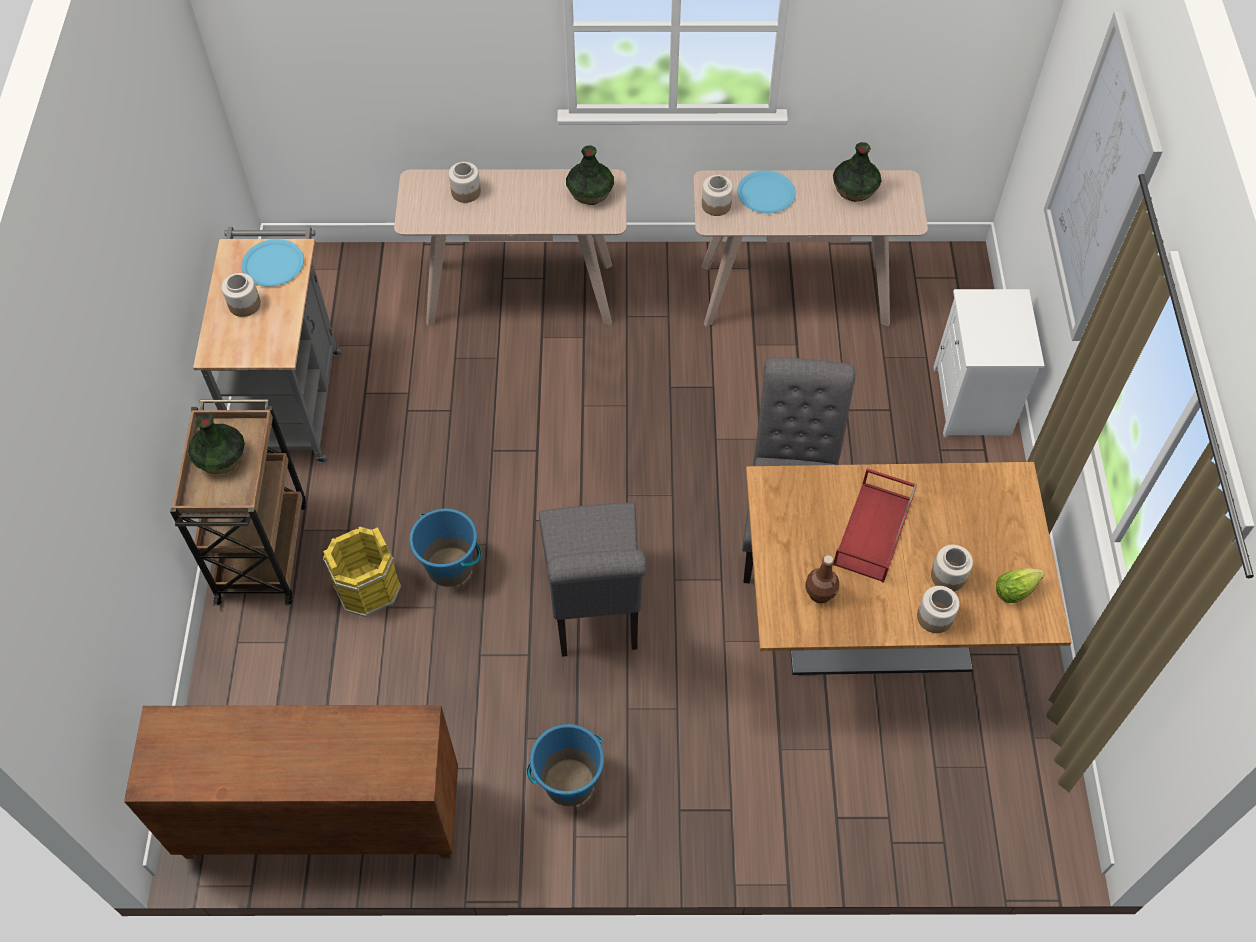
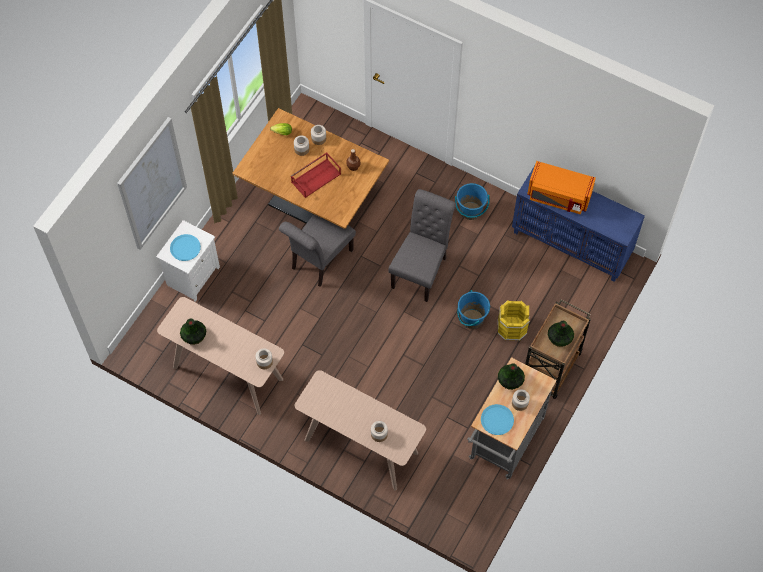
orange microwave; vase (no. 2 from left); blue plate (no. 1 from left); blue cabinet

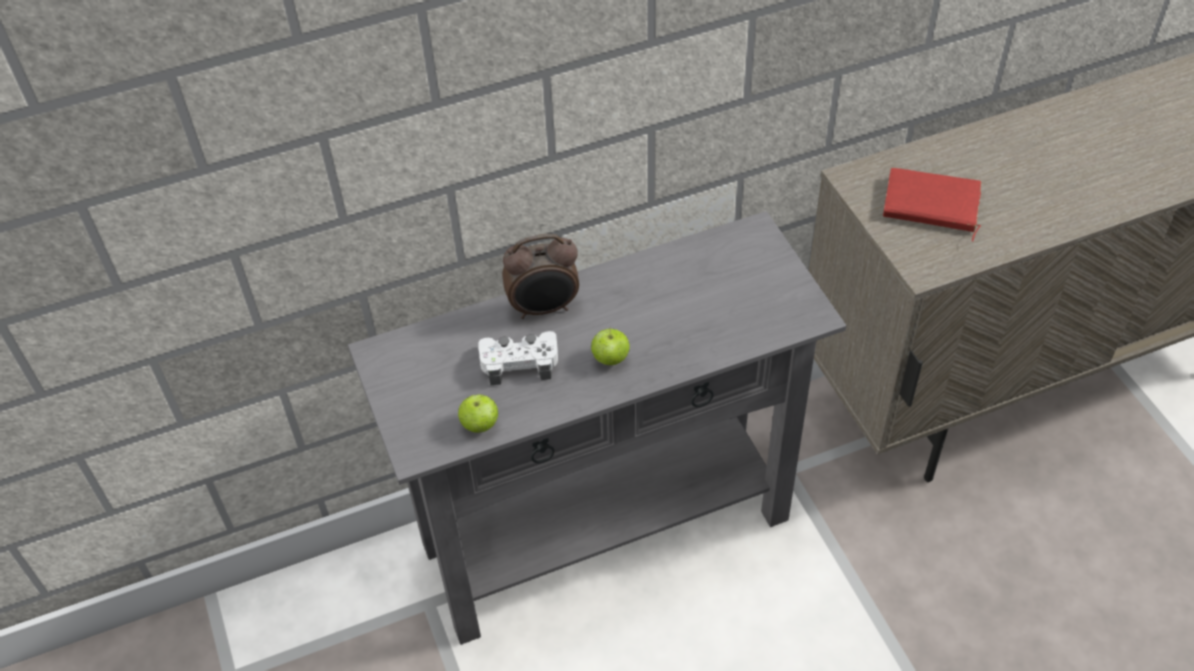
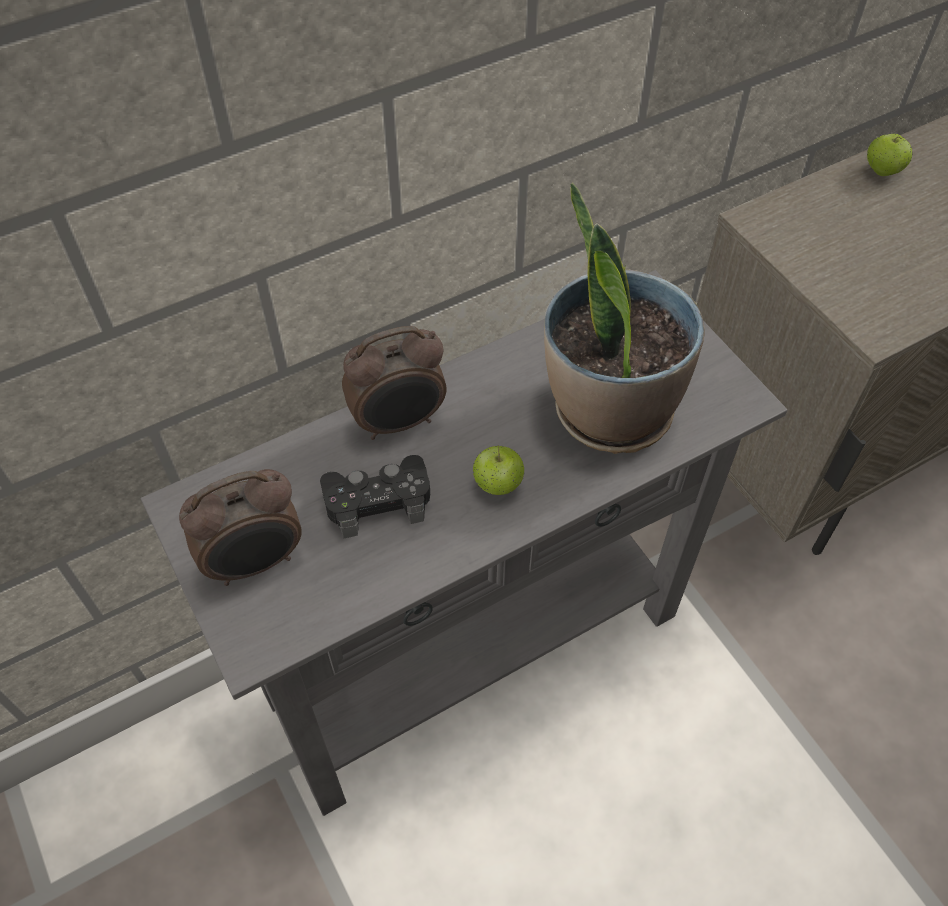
red book; alarm clock (no. 1 from left); potted plant; apple (no. 2 from left); black game controller

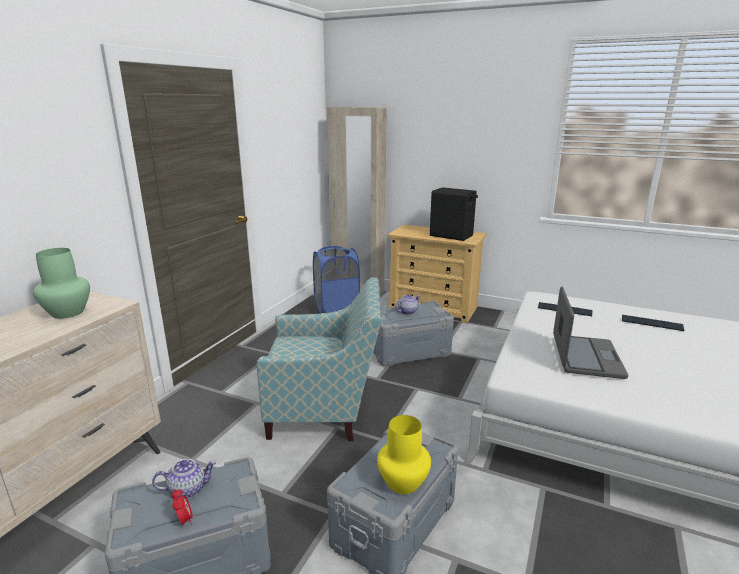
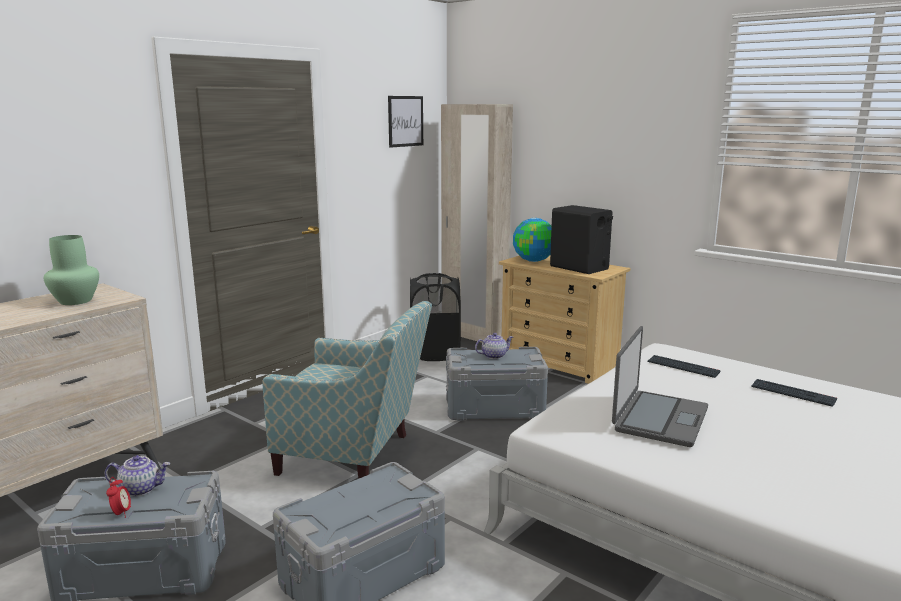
yellow vase; picture; globe; black laundry basket

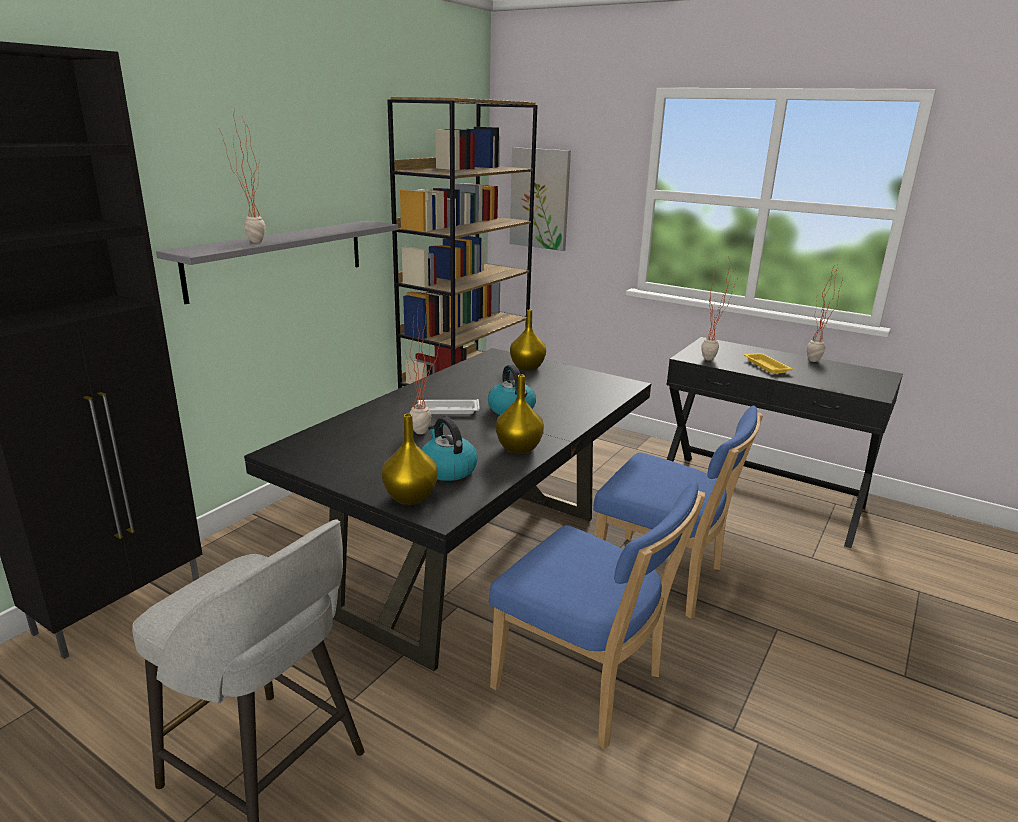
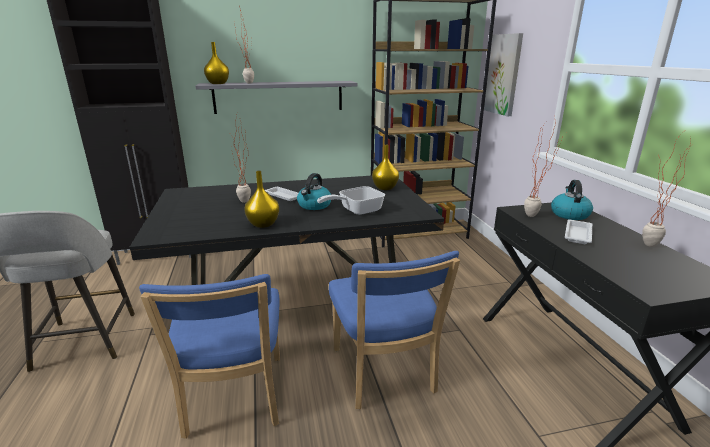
frying pan; yellow vase (no. 1 from left); kettle (no. 2 from left); white tray (no. 2 from left)

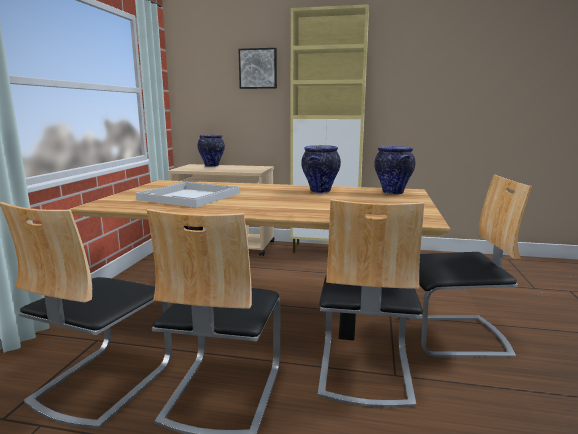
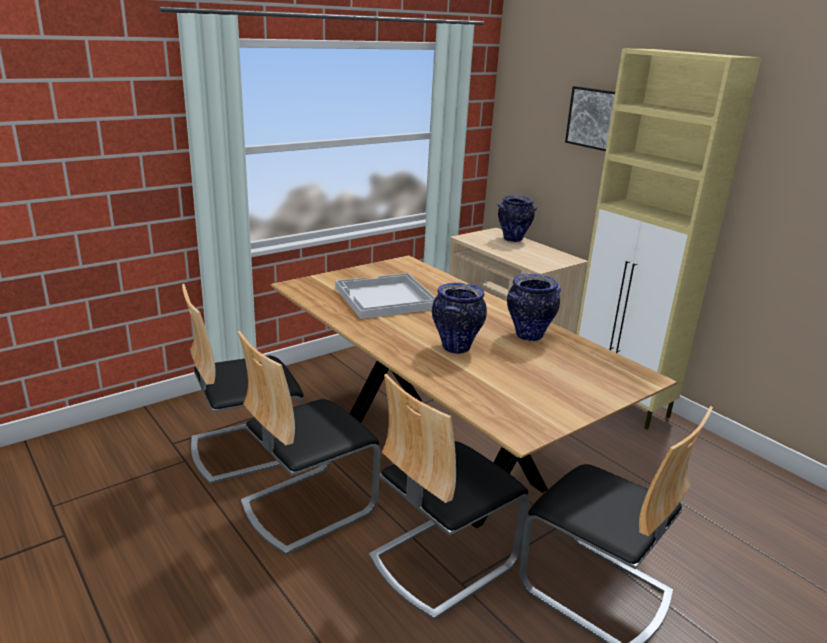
vase (no. 1 from left)

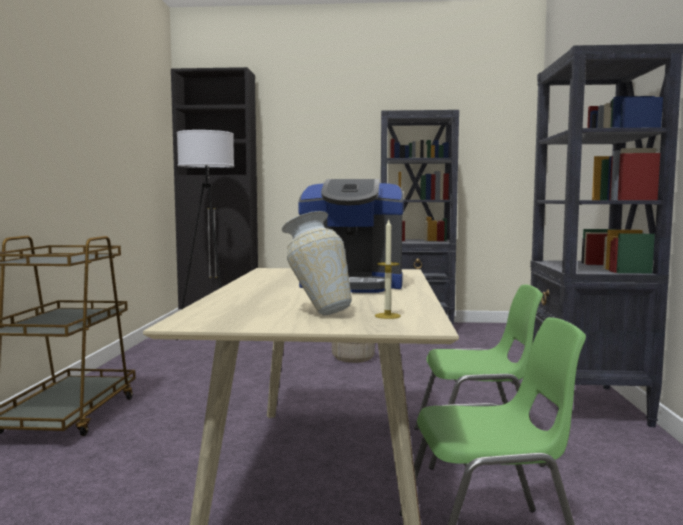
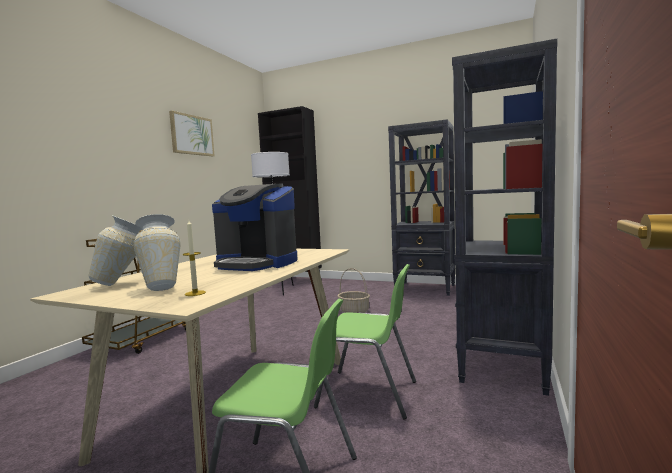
vase (no. 1 from left); picture

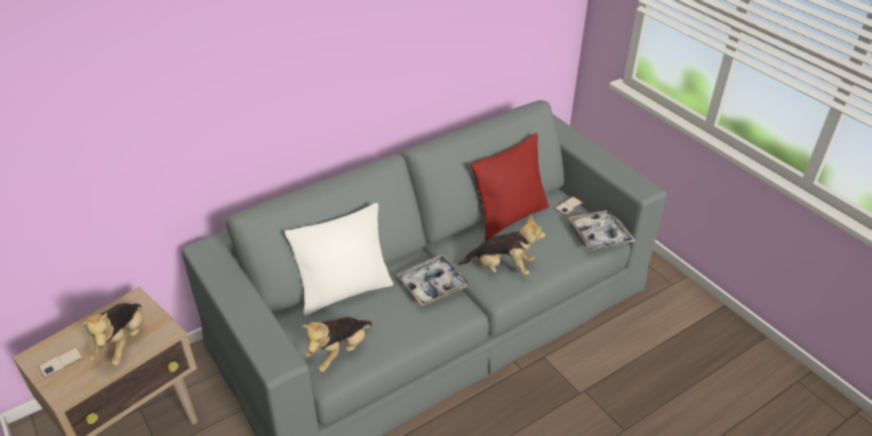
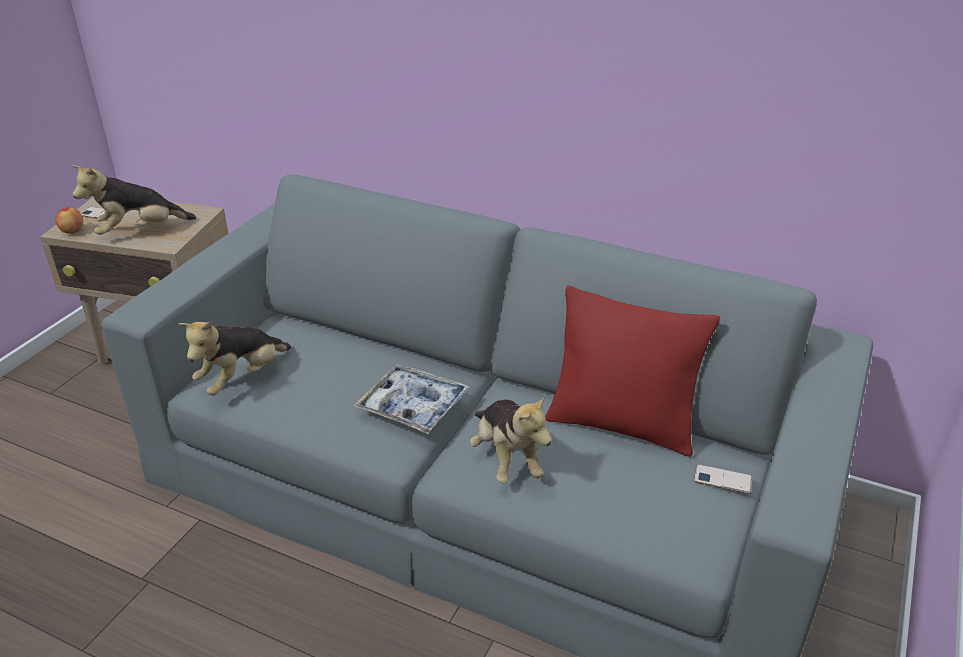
white pillow; tray (no. 2 from left in the first image); apple; plush toy (no. 2 from left)

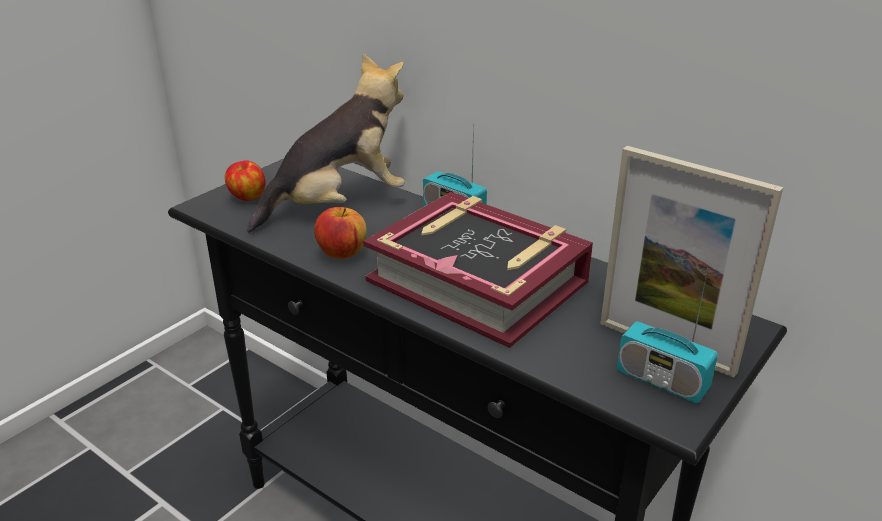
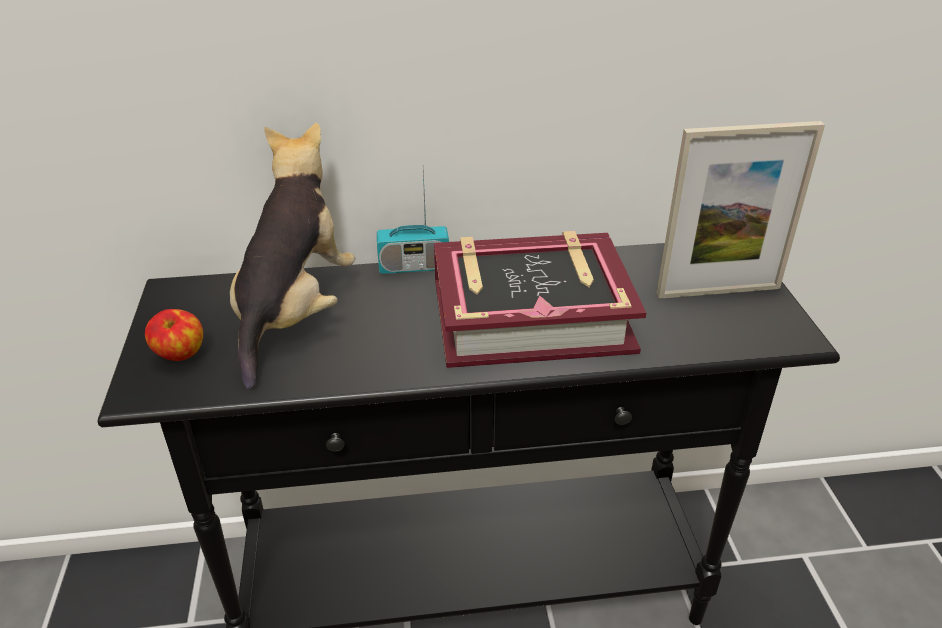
apple (no. 2 from left in the first image); radio (no. 2 from left in the first image)

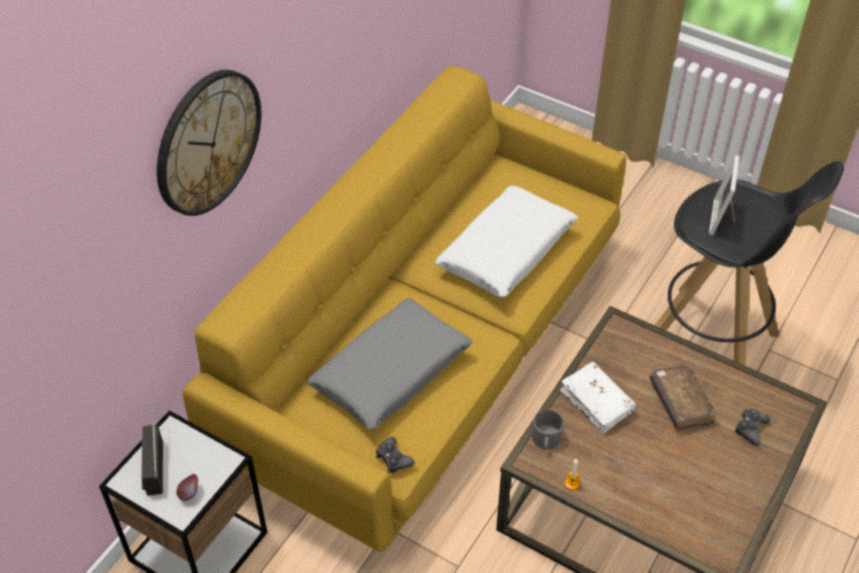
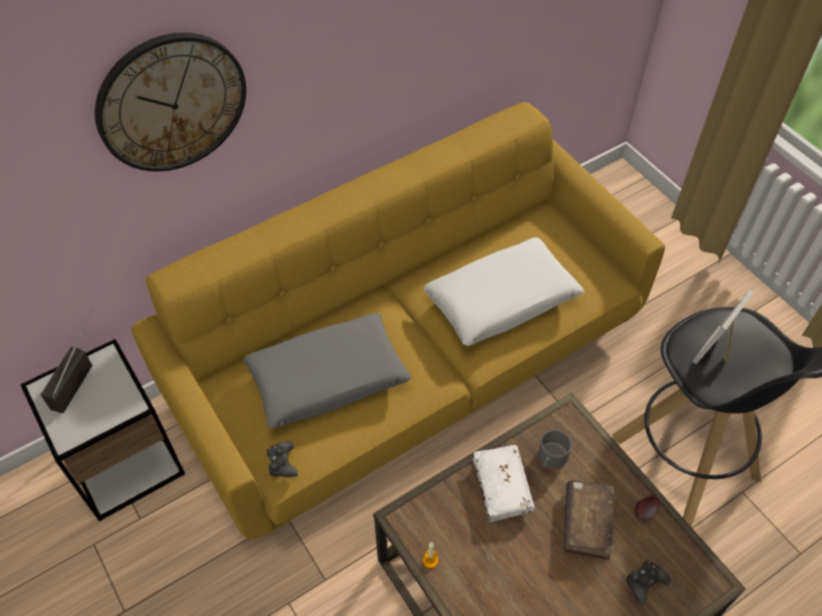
apple; grey mug

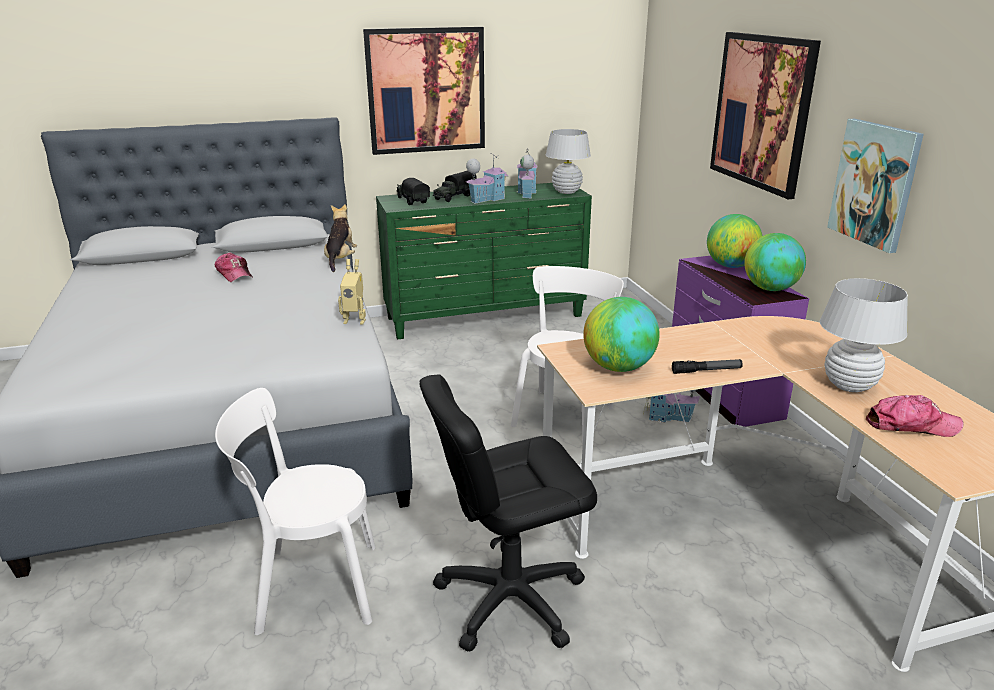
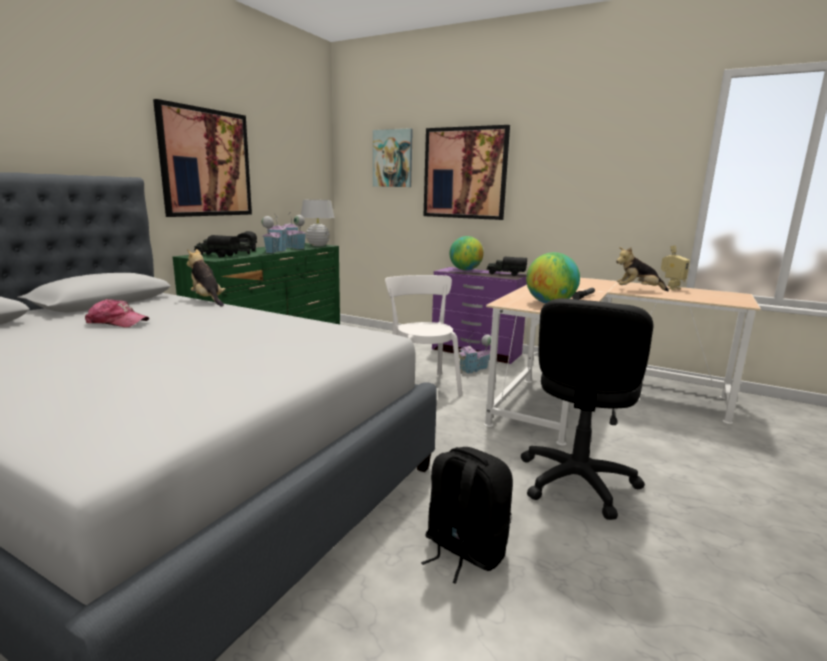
cap (no. 2 from left in the first image); toy robot; picture (no. 2 from left); black backpack; toy truck (no. 3 from left); plush toy (no. 2 from left)

